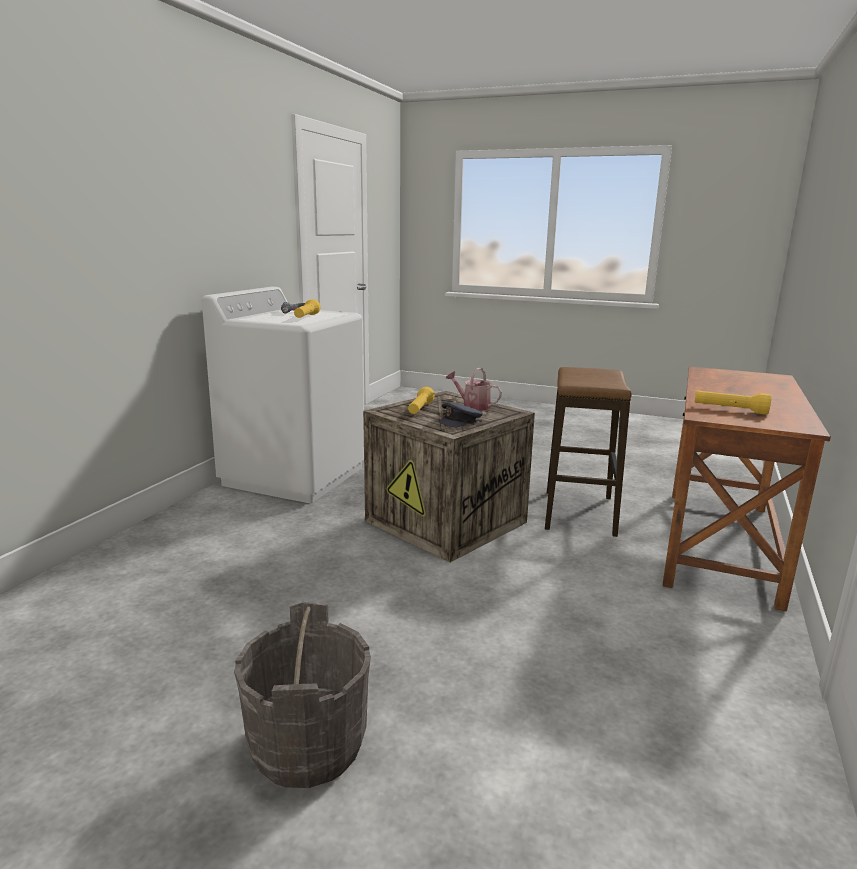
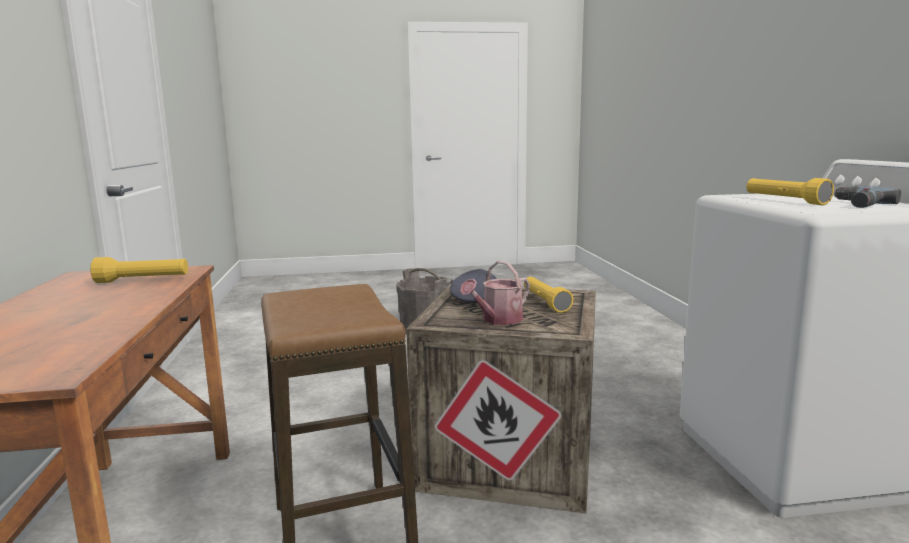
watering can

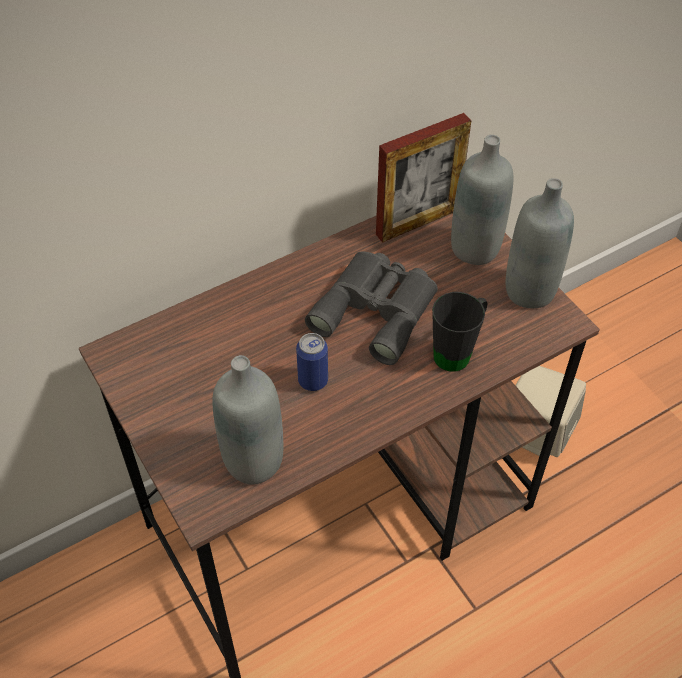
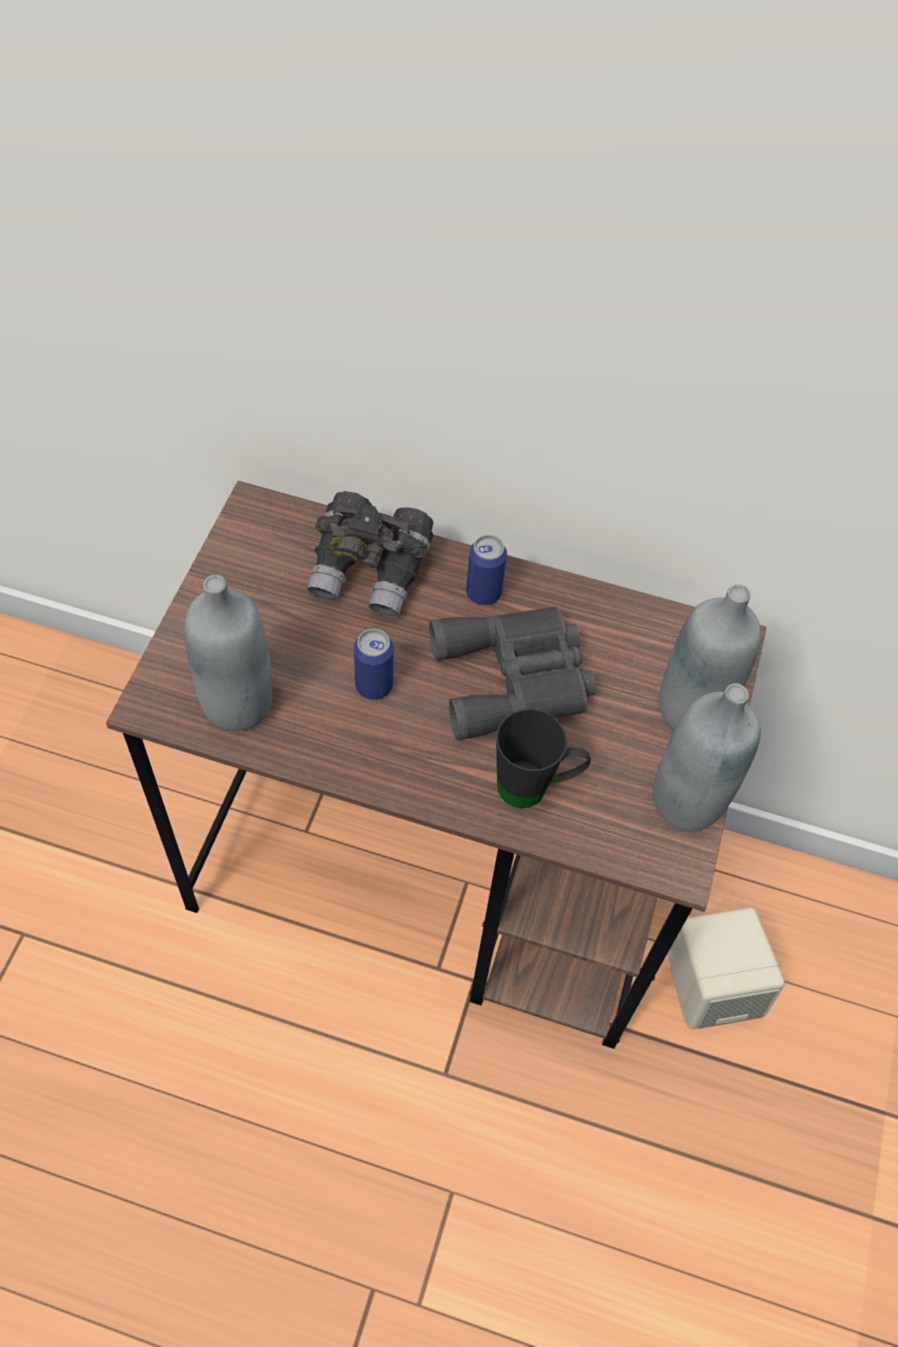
picture frame; grey binoculars (no. 1 from left); can (no. 2 from left)

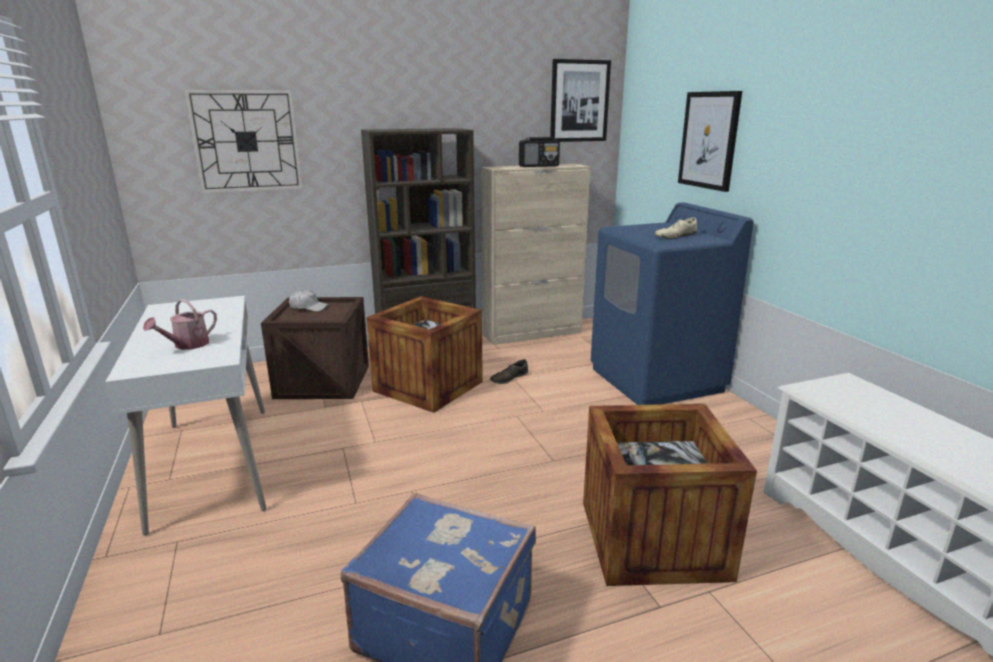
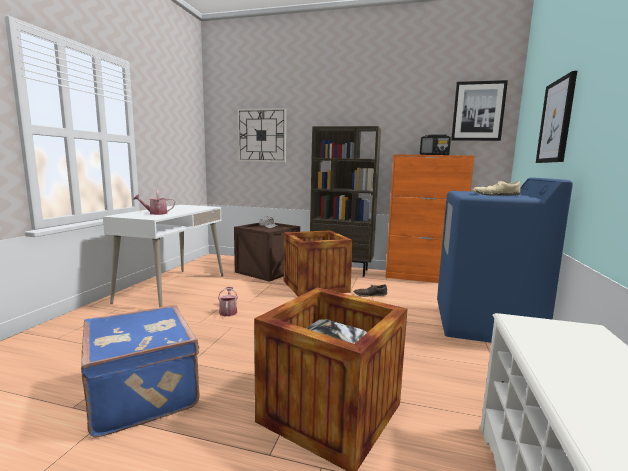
watering can (no. 2 from left); orange cabinet

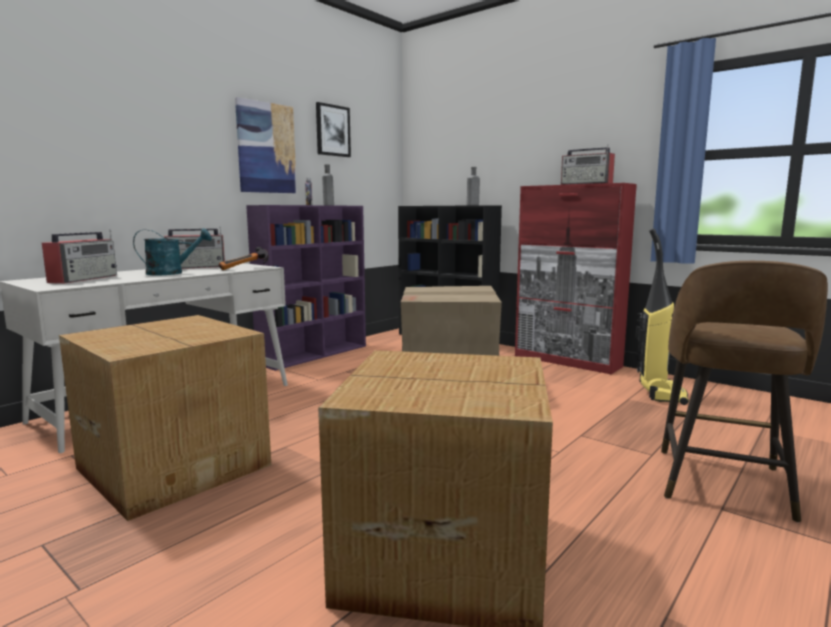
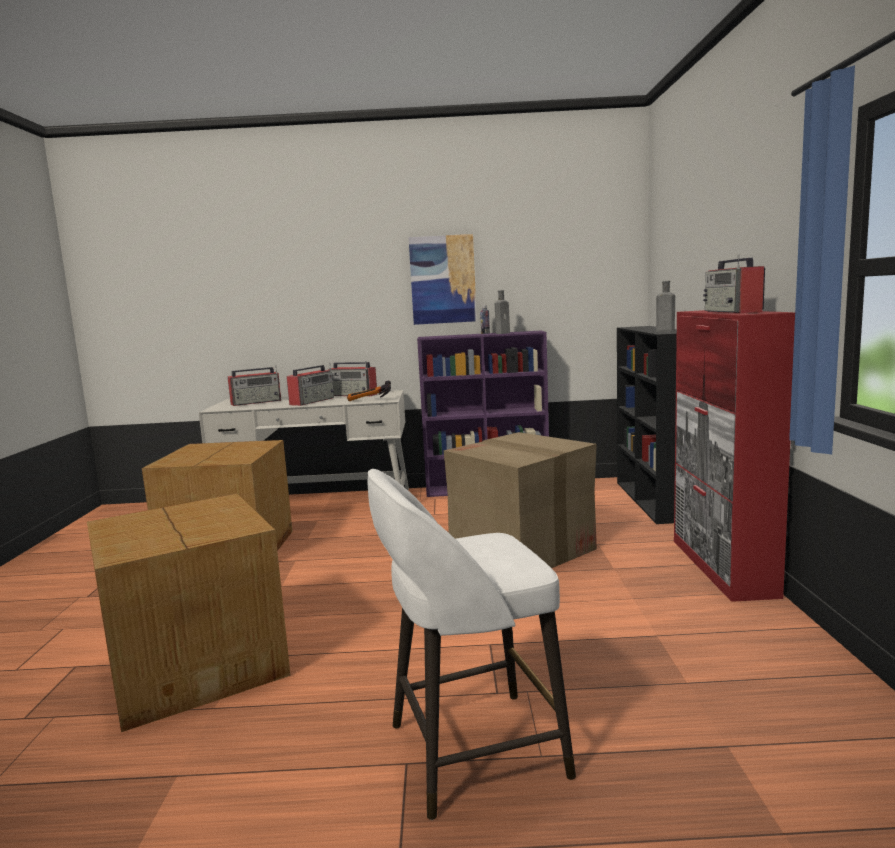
picture (no. 2 from left in the first image); vacuum cleaner; radio (no. 2 from left); white stool

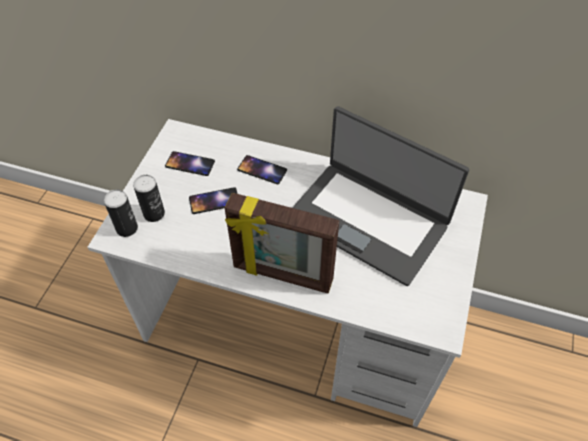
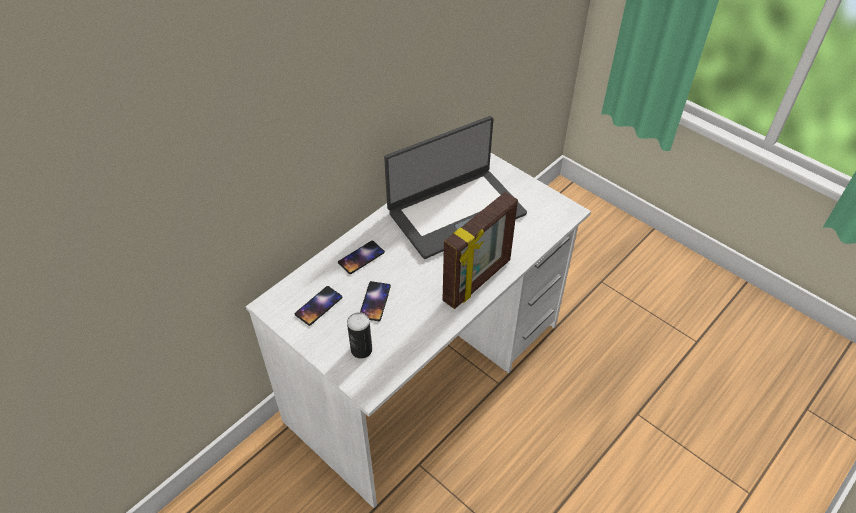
can (no. 1 from left in the first image)

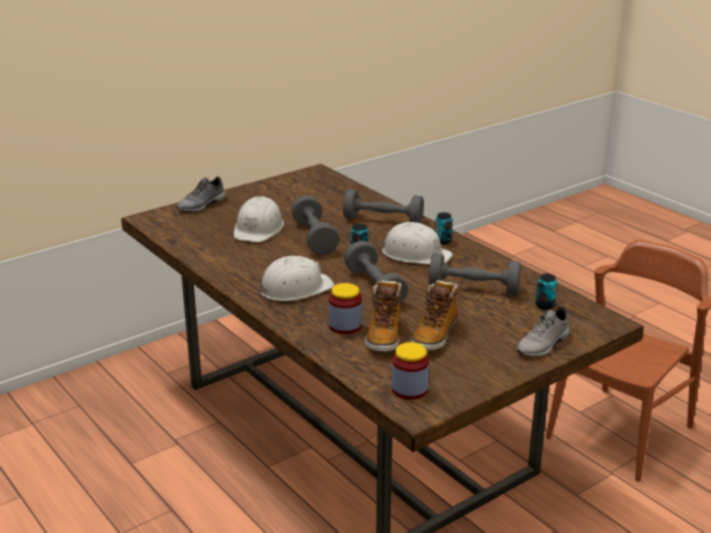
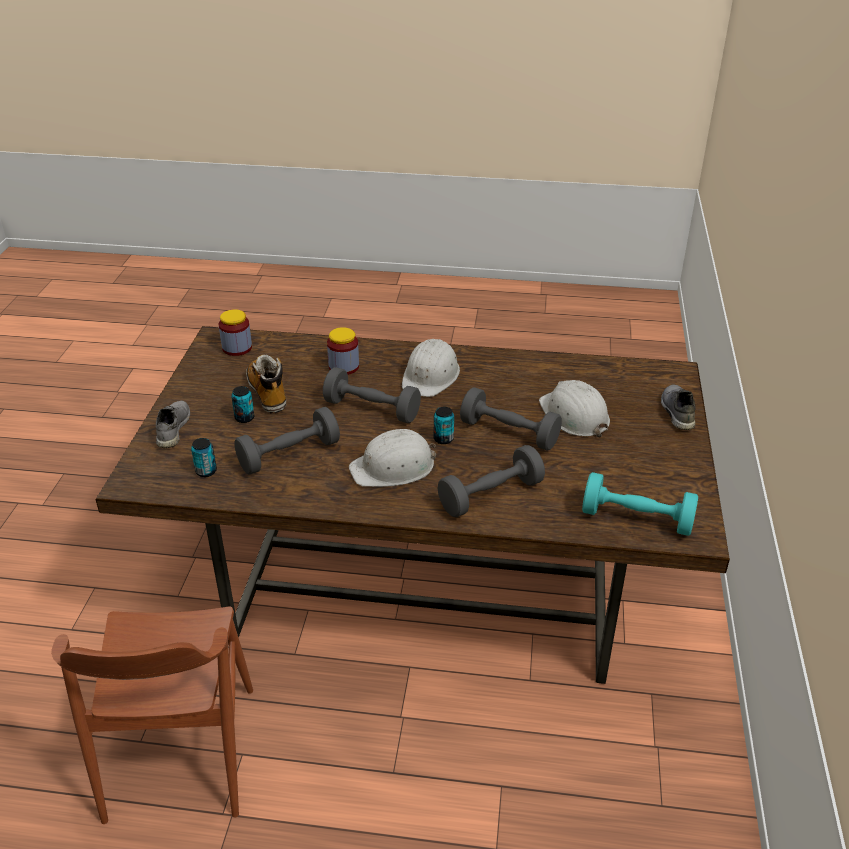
boot (no. 1 from left in the first image); turquoise dumbbell; can (no. 2 from left)

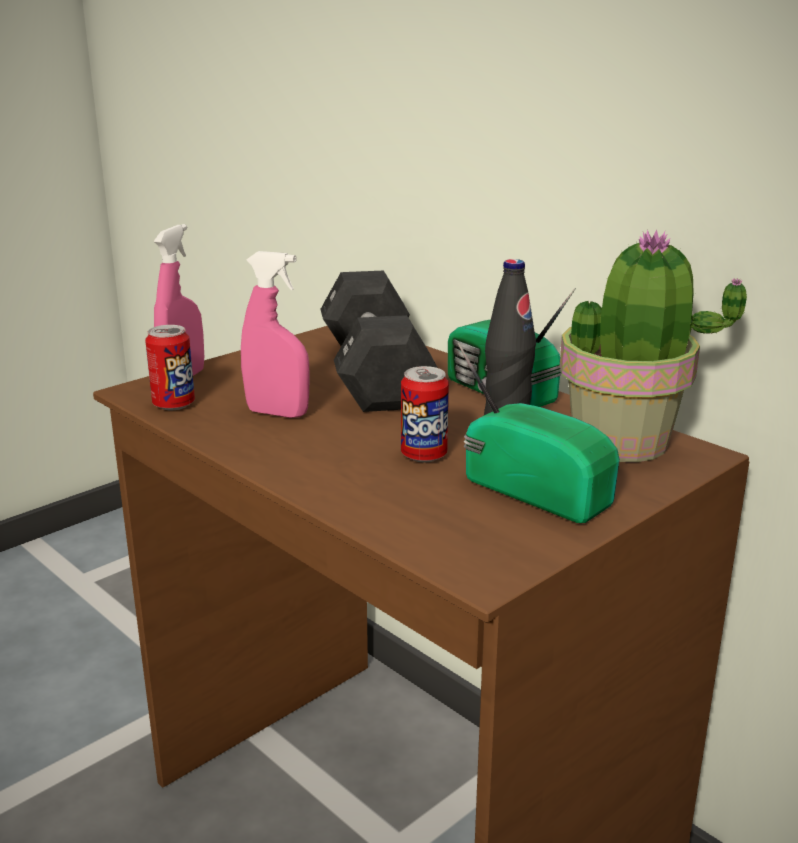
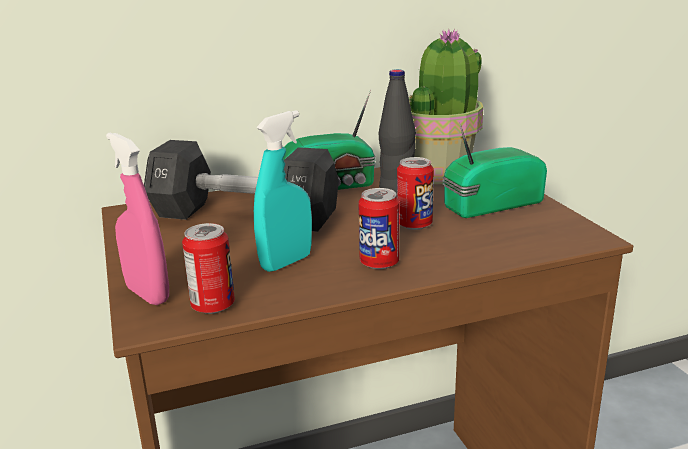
can (no. 2 from left); turquoise spray bottle

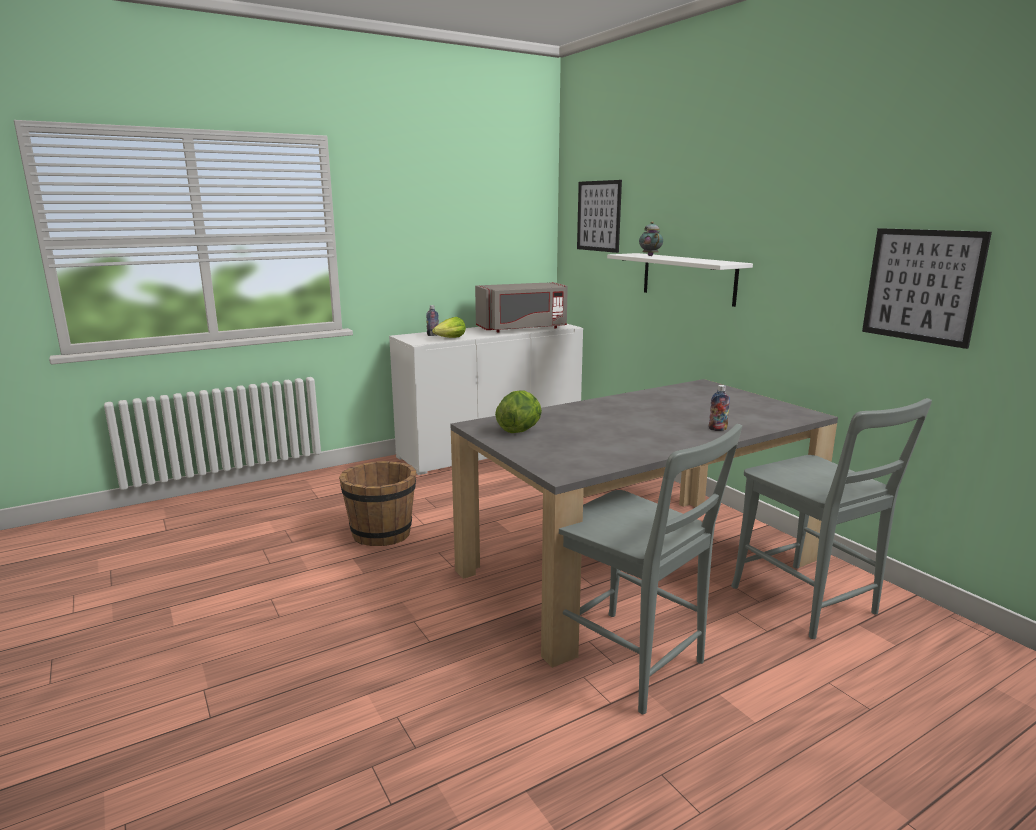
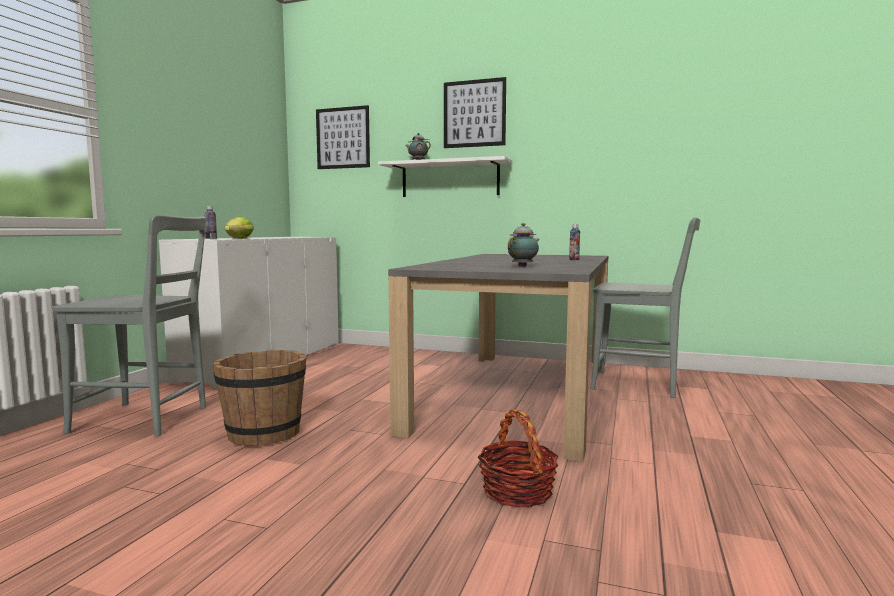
grey microwave; lettuce (no. 2 from left in the first image); basket; teapot (no. 2 from left); grey chair (no. 1 from left); picture (no. 2 from left)

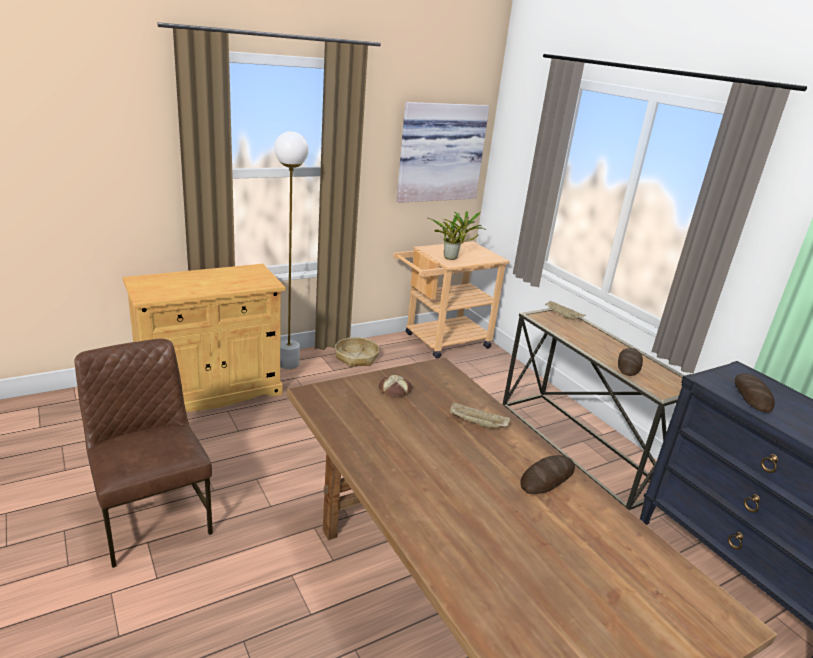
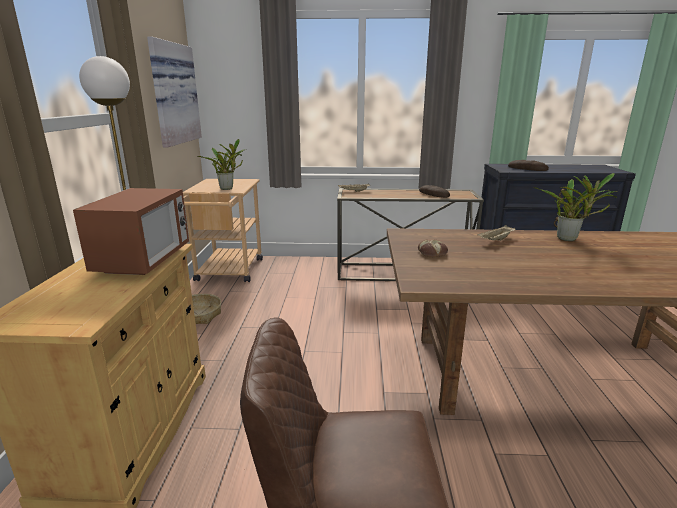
microwave; potted plant (no. 2 from left)

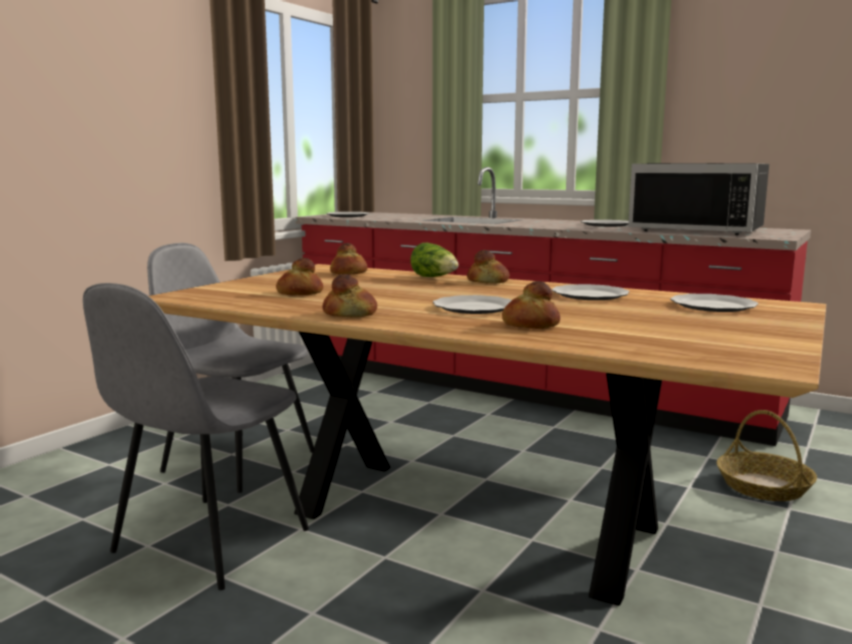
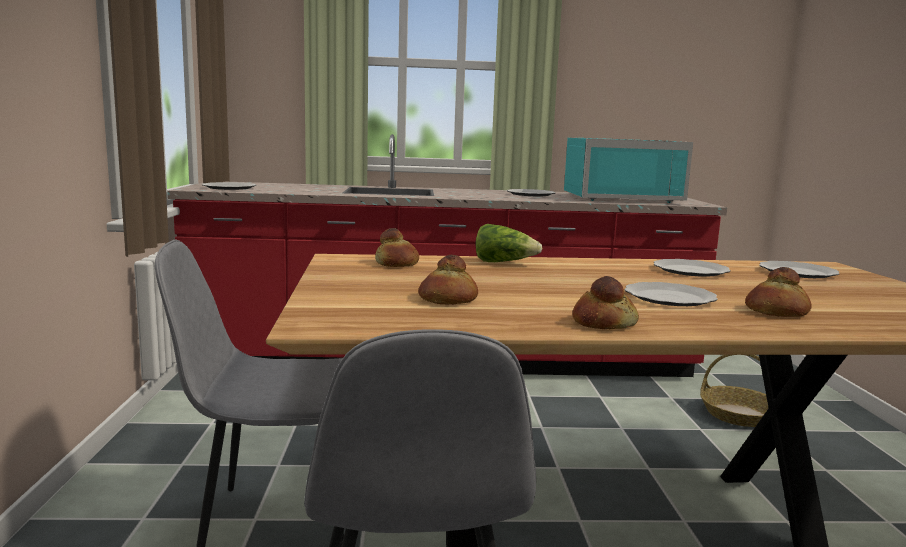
bread (no. 4 from left in the first image); turquoise microwave

